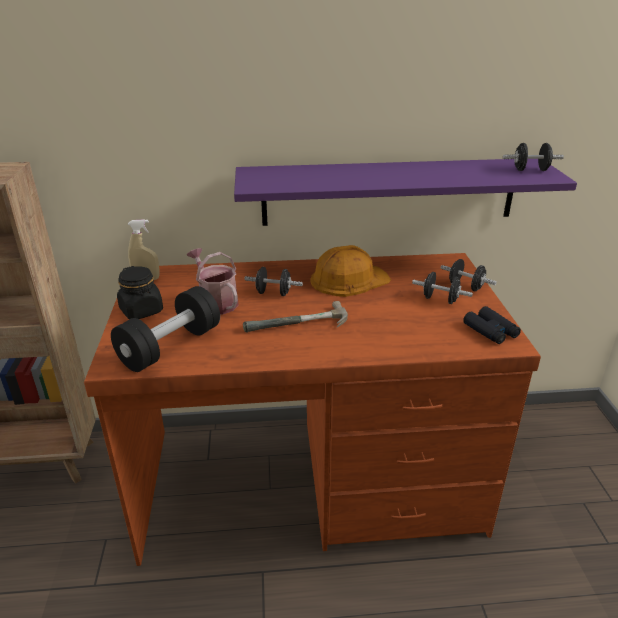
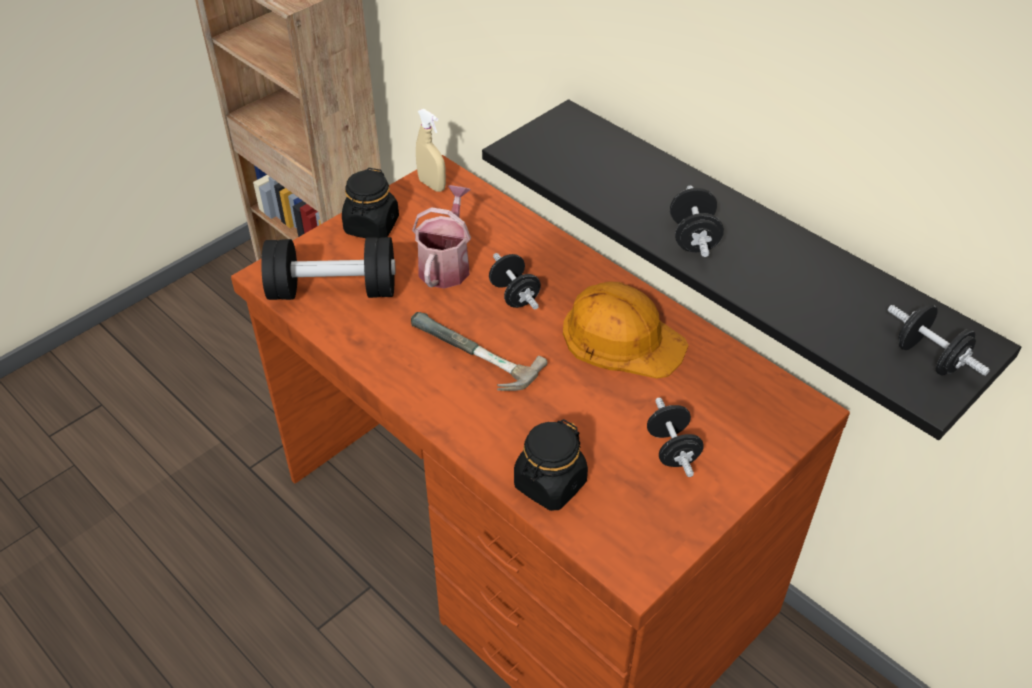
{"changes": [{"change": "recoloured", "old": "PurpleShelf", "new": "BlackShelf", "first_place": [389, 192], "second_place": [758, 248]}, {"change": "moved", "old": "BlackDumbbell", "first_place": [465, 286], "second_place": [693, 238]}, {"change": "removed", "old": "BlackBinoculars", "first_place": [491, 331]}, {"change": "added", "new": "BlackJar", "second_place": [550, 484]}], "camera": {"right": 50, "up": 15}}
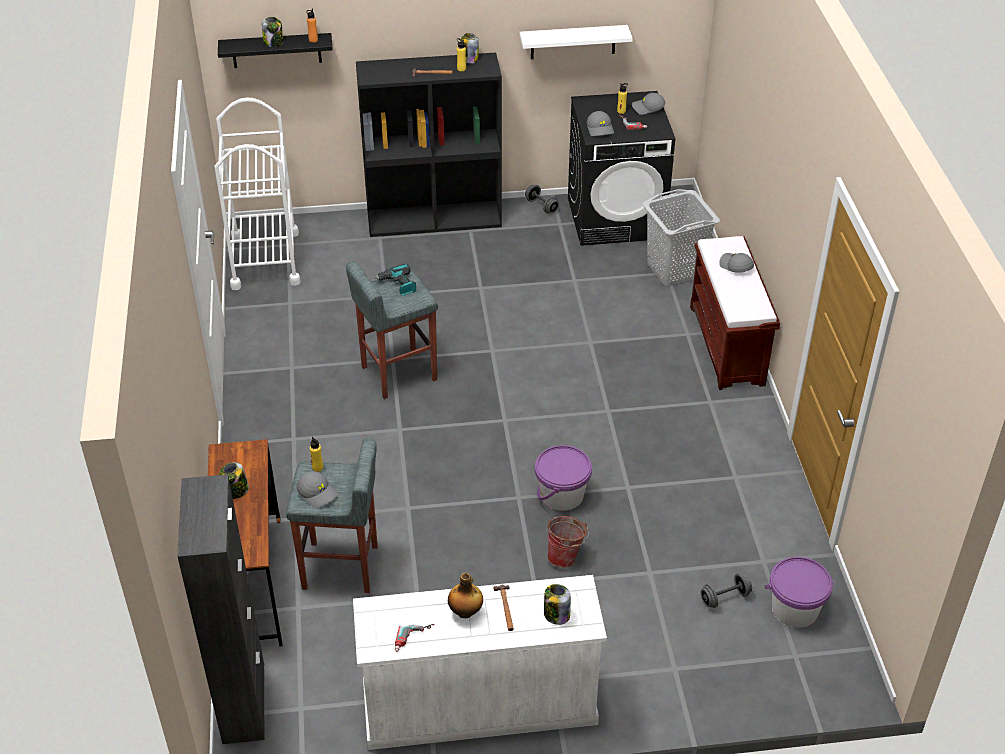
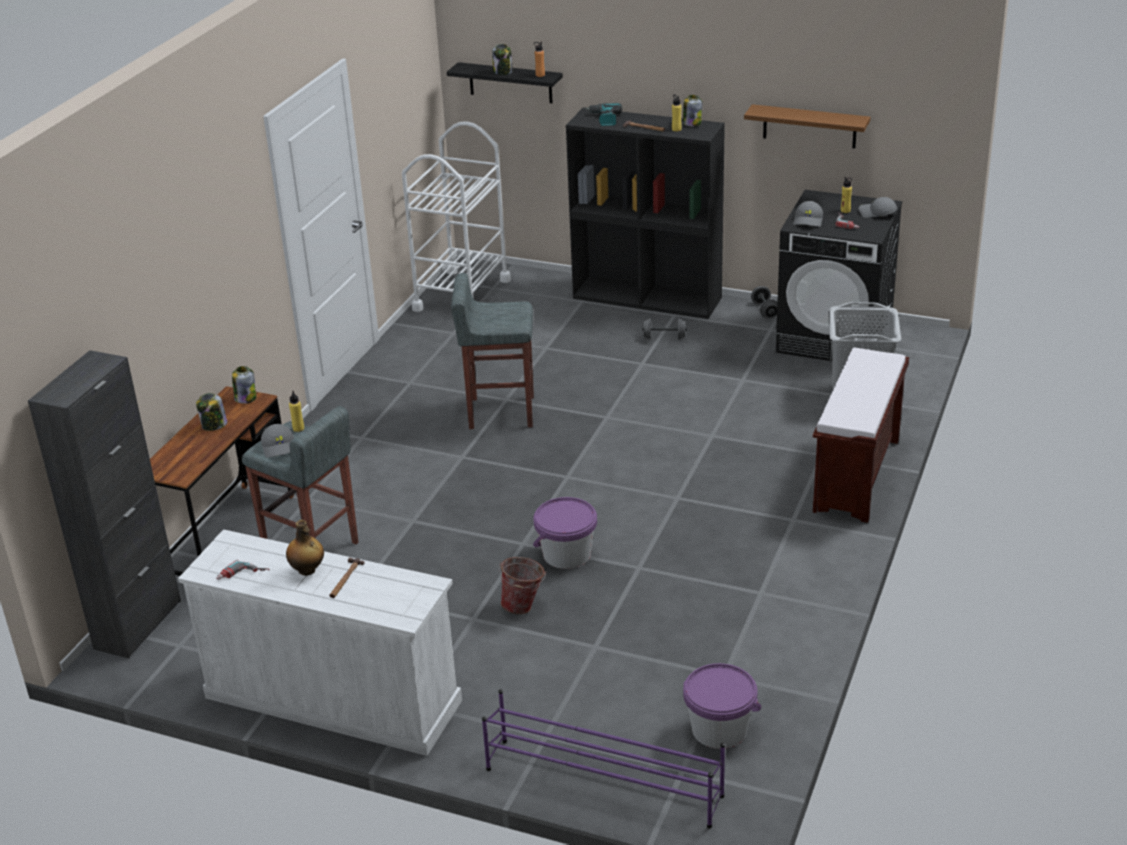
{"changes": [{"change": "recoloured", "old": "WhiteShelf", "new": "BrownShelf", "first_place": [573, 42], "second_place": [809, 126]}, {"change": "removed", "old": "GreyCap", "first_place": [735, 266]}, {"change": "moved", "old": "PowerDrill", "first_place": [398, 285], "second_place": [604, 119]}, {"change": "moved", "old": "GreyDumbbell", "first_place": [725, 598], "second_place": [664, 338]}, {"change": "moved", "old": "Jar", "first_place": [556, 614], "second_place": [245, 398]}, {"change": "added", "new": "PurpleShoeRack", "second_place": [602, 782]}], "camera": {"right": 30, "up": -10}}
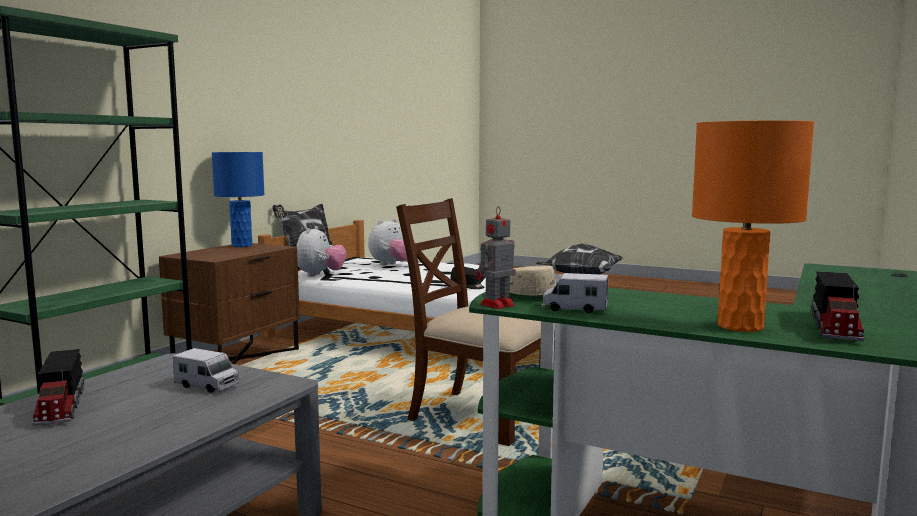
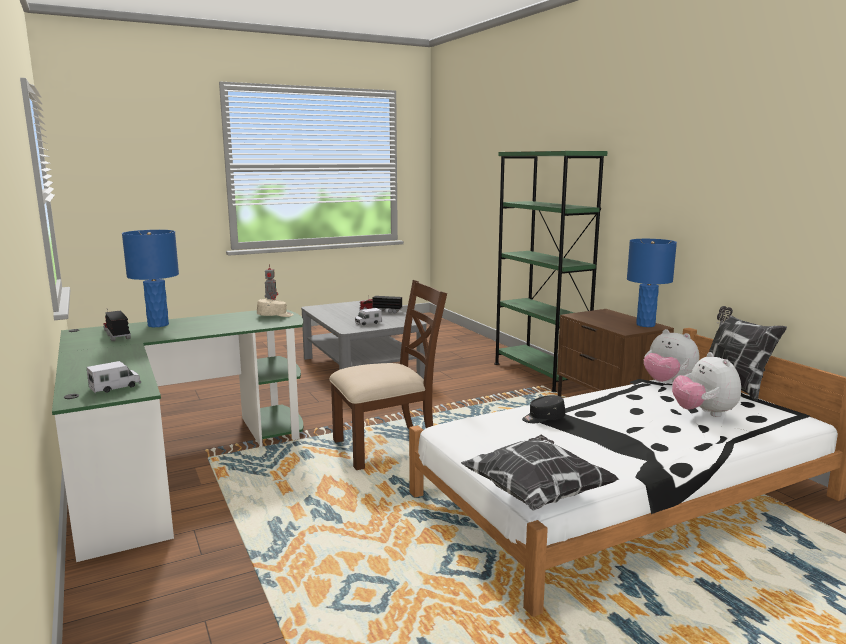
{"changes": [{"change": "recoloured", "old": "OrangeTableLamp", "new": "BlueTableLamp", "first_place": [739, 326], "second_place": [158, 325]}, {"change": "moved", "old": "ToyTruck", "first_place": [574, 309], "second_place": [115, 387]}], "camera": {"right": 125, "up": 5}}
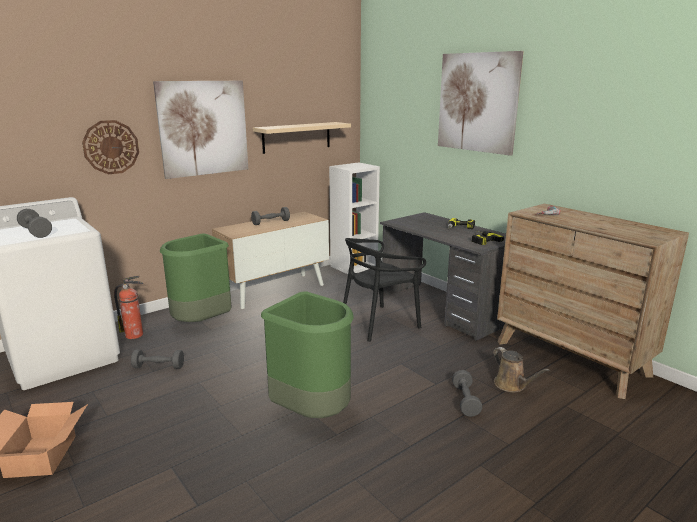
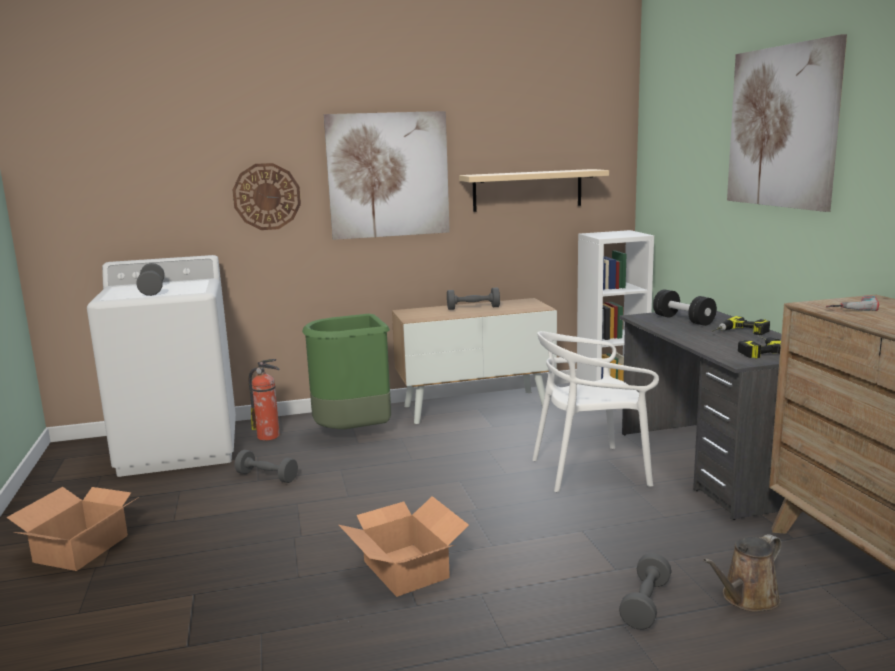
{"changes": [{"change": "recoloured", "old": "BlackChair", "new": "WhiteChair", "first_place": [379, 323], "second_place": [590, 470]}, {"change": "replaced", "old": "GreenTrashCan", "new": "CardboardBox", "first_place": [312, 412], "second_place": [406, 569]}, {"change": "turned", "old": "BrownWateringCan", "first_place": [512, 385], "second_place": [747, 599], "degrees": 60}, {"change": "added", "new": "BlackDumbbell", "second_place": [683, 320]}], "camera": {"right": 25, "up": -5}}
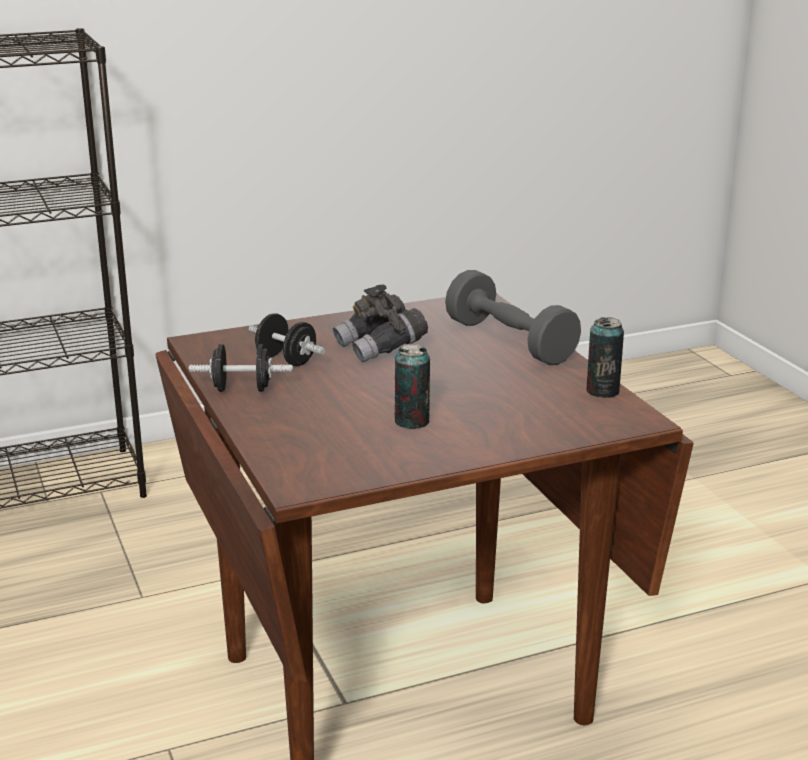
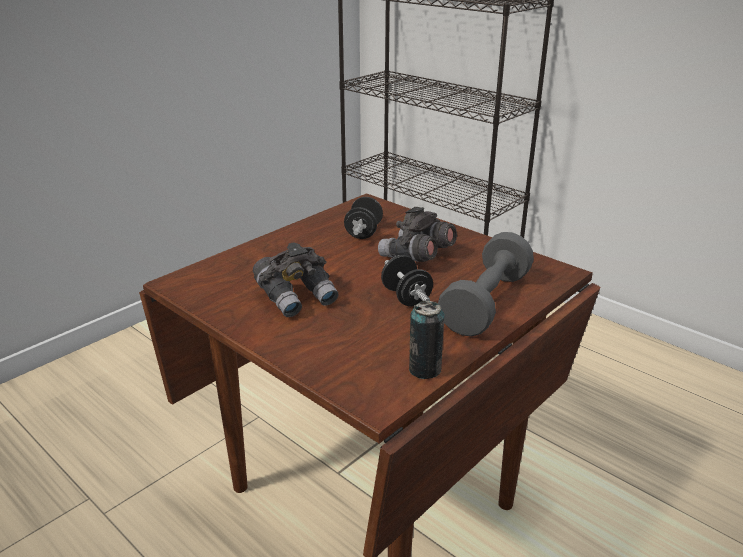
{"changes": [{"change": "moved", "old": "BlackDumbbell", "first_place": [242, 389], "second_place": [406, 297]}, {"change": "replaced", "old": "Can", "new": "GreyBinoculars", "first_place": [412, 422], "second_place": [297, 297]}], "camera": {"right": 65, "up": 5}}
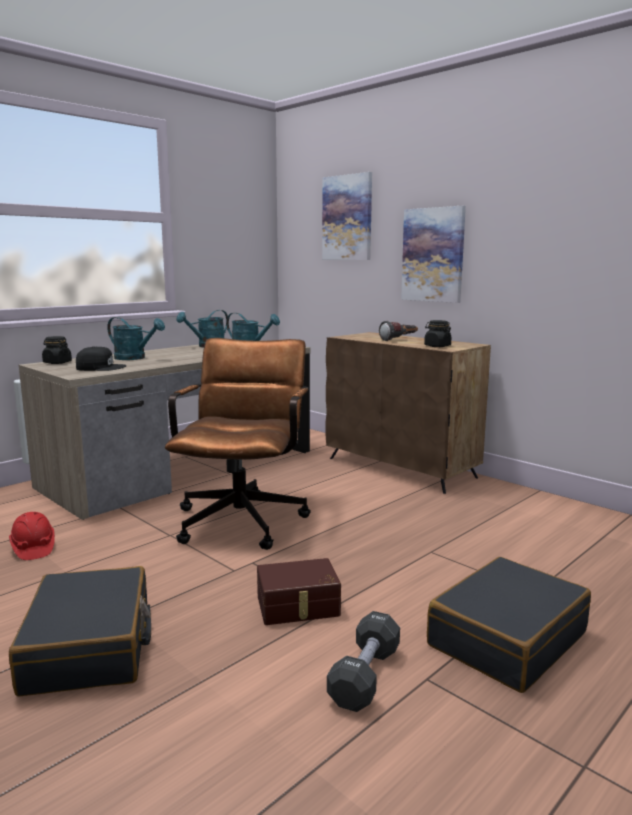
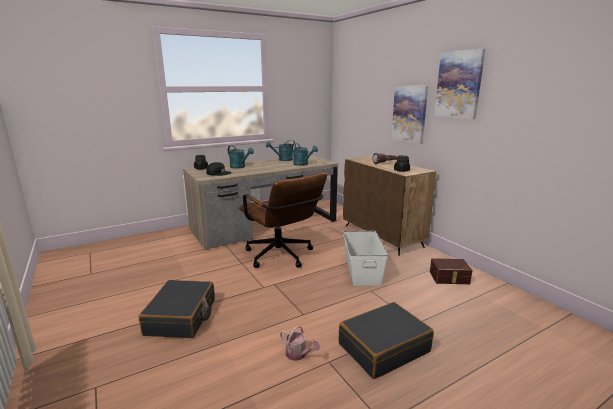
{"changes": [{"change": "moved", "old": "Picture", "first_place": [347, 218], "second_place": [459, 84]}, {"change": "turned", "old": "BrownOfficeChair", "first_place": [244, 517], "second_place": [282, 257], "degrees": 120}, {"change": "removed", "old": "RedHardHat", "first_place": [33, 548]}, {"change": "moved", "old": "BrownStorageBox", "first_place": [298, 607], "second_place": [449, 278]}, {"change": "replaced", "old": "BlackDumbbell", "new": "WateringCan", "first_place": [365, 676], "second_place": [298, 354]}, {"change": "added", "new": "WhiteStorageBox", "second_place": [362, 271]}], "camera": {"right": 15, "up": 5}}
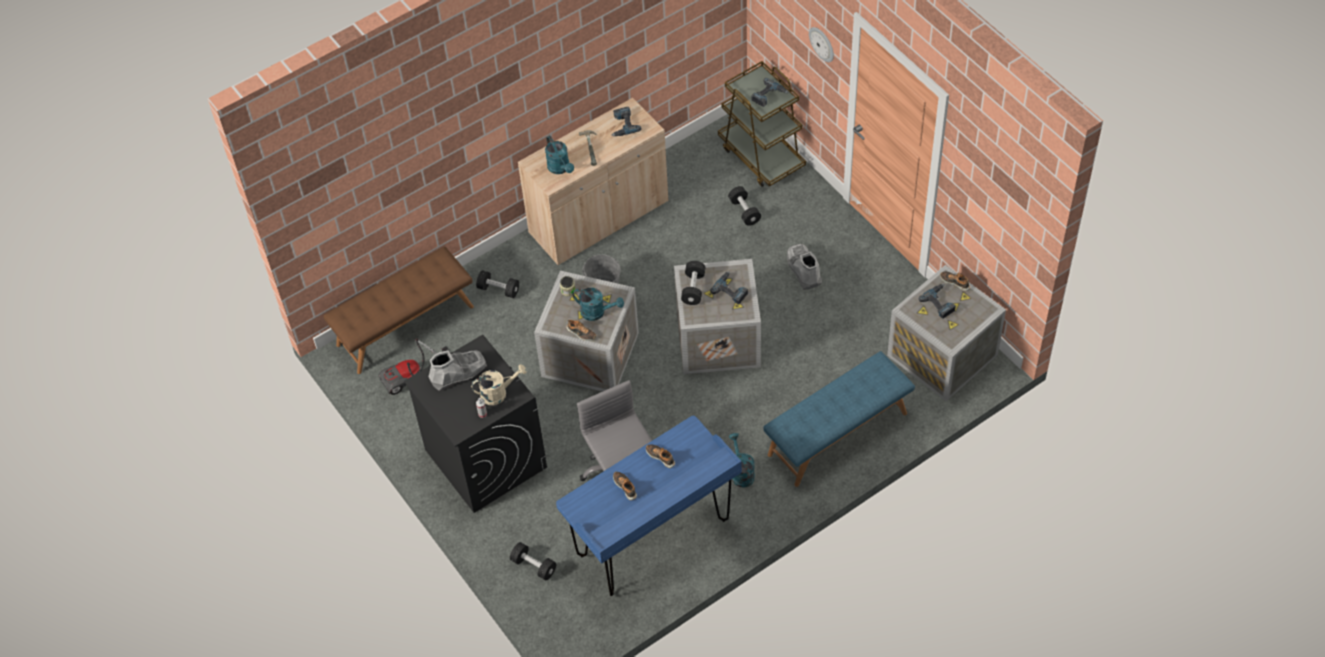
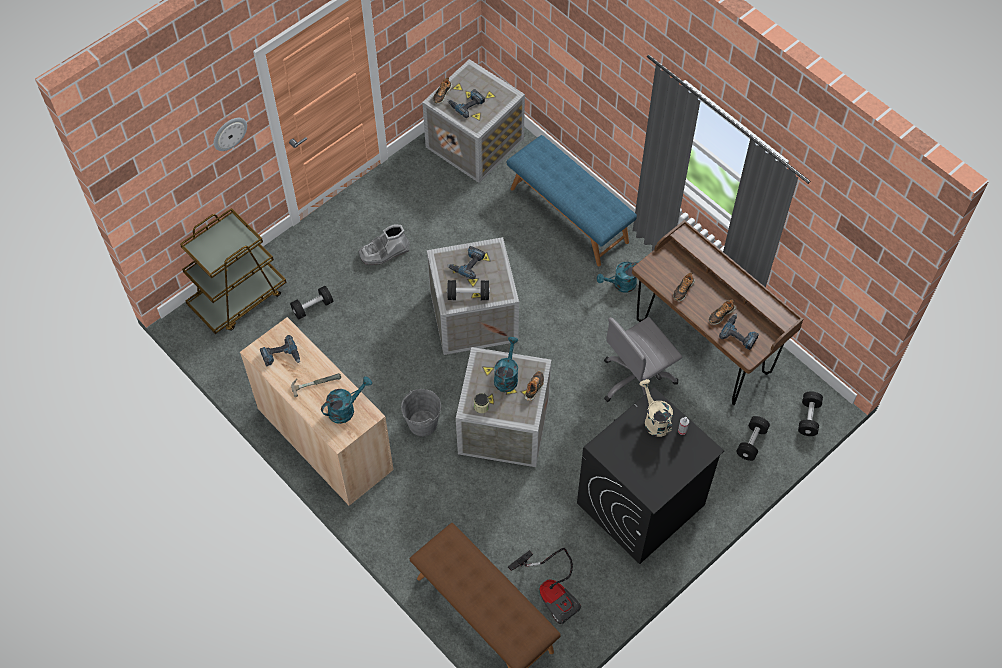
{"changes": [{"change": "moved", "old": "PowerDrill", "first_place": [769, 96], "second_place": [740, 334]}, {"change": "moved", "old": "BlackDumbbell", "first_place": [498, 289], "second_place": [808, 418]}, {"change": "removed", "old": "GreyBoot", "first_place": [458, 373]}, {"change": "recoloured", "old": "BlueDesk", "new": "BrownDesk", "first_place": [653, 539], "second_place": [703, 347]}], "camera": {"right": -100, "up": 5}}
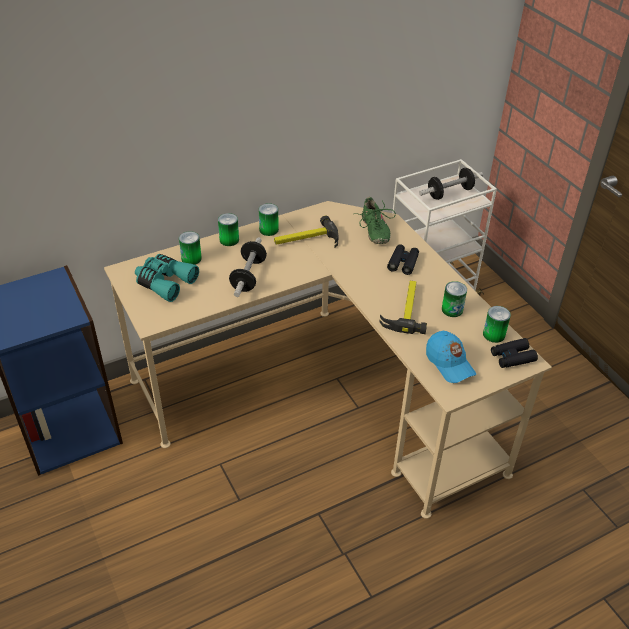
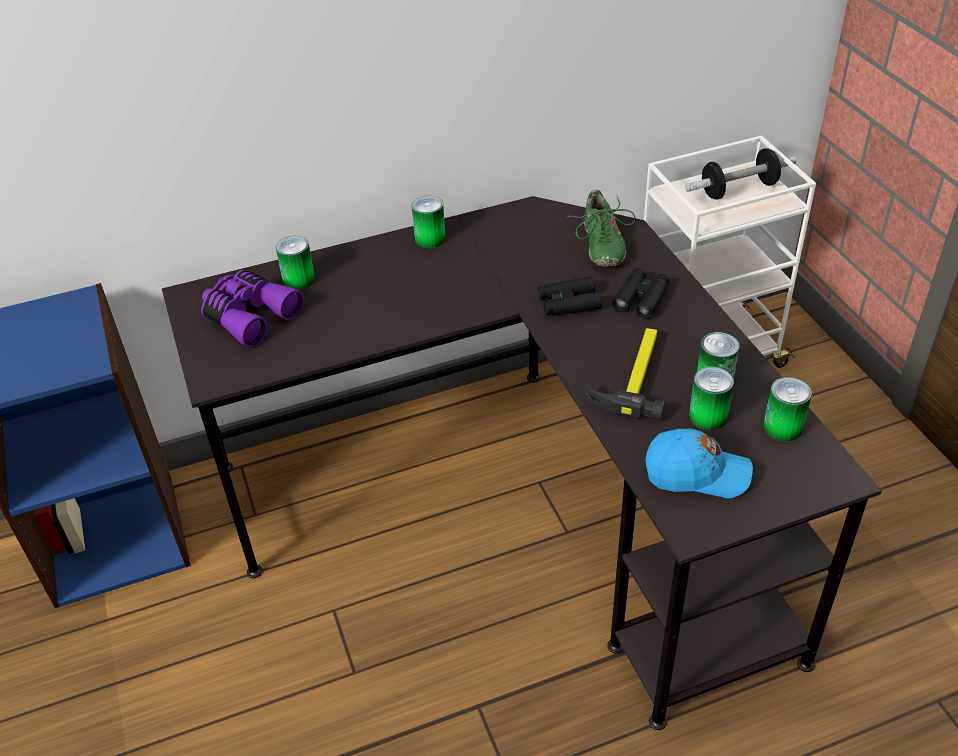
{"changes": [{"change": "recoloured", "old": "BeigeDesk", "new": "BlackDesk", "first_place": [324, 392], "second_place": [516, 504]}, {"change": "moved", "old": "Can", "first_place": [229, 240], "second_place": [708, 416]}, {"change": "removed", "old": "Hammer", "first_place": [306, 240]}, {"change": "removed", "old": "Dumbbell", "first_place": [248, 276]}, {"change": "recoloured", "old": "TurquoiseBinoculars", "new": "PurpleBinoculars", "first_place": [165, 282], "second_place": [249, 315]}, {"change": "turned", "old": "BlueCap", "first_place": [449, 363], "second_place": [697, 474], "degrees": -60}, {"change": "moved", "old": "BlackBinoculars", "first_place": [512, 357], "second_place": [568, 303]}], "camera": {"right": 10, "up": 0}}
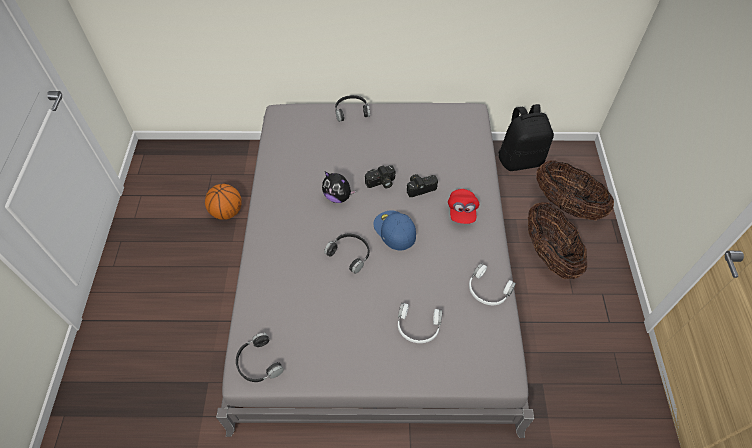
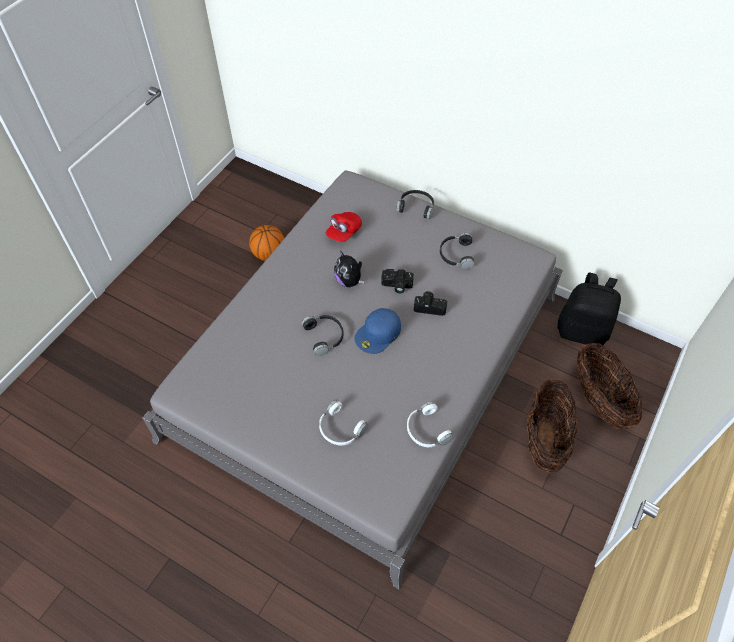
{"changes": [{"change": "moved", "old": "RedCap", "first_place": [462, 211], "second_place": [344, 232]}, {"change": "turned", "old": "BlueCap", "first_place": [394, 230], "second_place": [378, 334], "degrees": -135}, {"change": "moved", "old": "BlackHeadphones", "first_place": [258, 363], "second_place": [455, 255]}], "camera": {"right": 30, "up": 0}}
